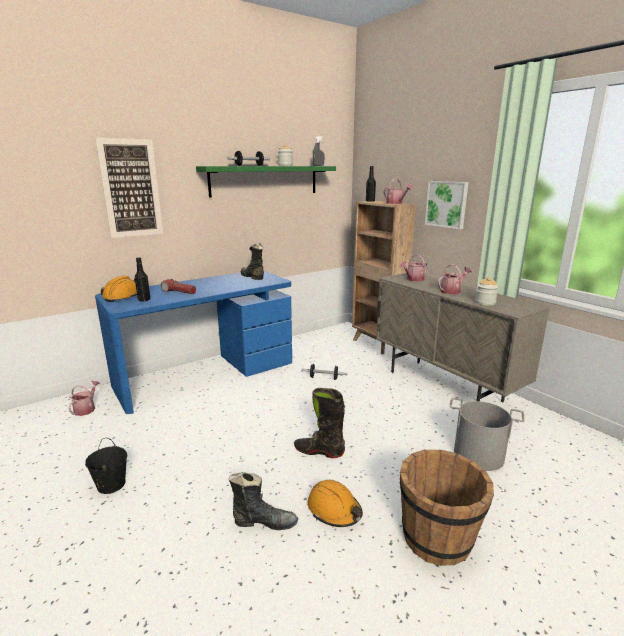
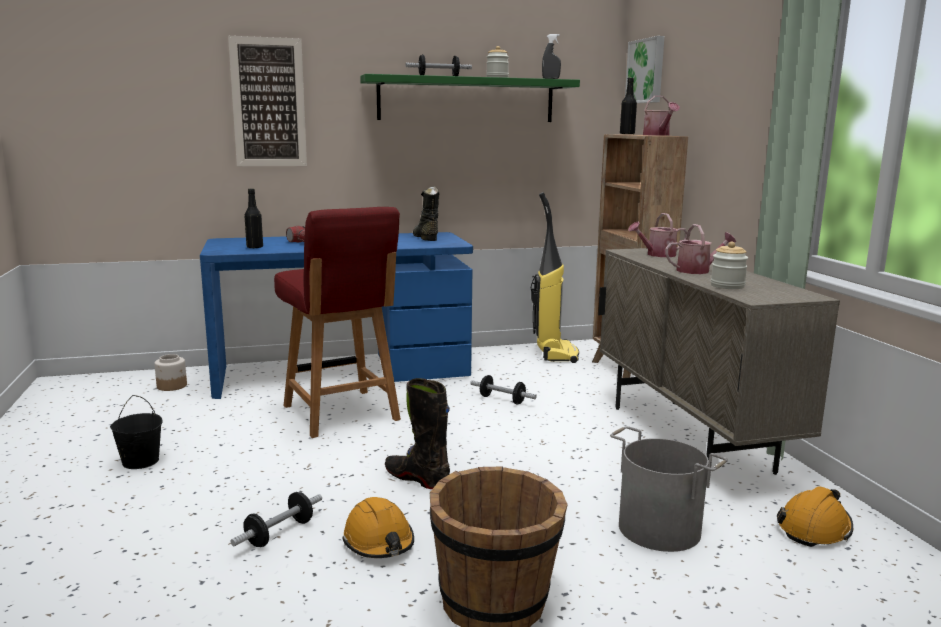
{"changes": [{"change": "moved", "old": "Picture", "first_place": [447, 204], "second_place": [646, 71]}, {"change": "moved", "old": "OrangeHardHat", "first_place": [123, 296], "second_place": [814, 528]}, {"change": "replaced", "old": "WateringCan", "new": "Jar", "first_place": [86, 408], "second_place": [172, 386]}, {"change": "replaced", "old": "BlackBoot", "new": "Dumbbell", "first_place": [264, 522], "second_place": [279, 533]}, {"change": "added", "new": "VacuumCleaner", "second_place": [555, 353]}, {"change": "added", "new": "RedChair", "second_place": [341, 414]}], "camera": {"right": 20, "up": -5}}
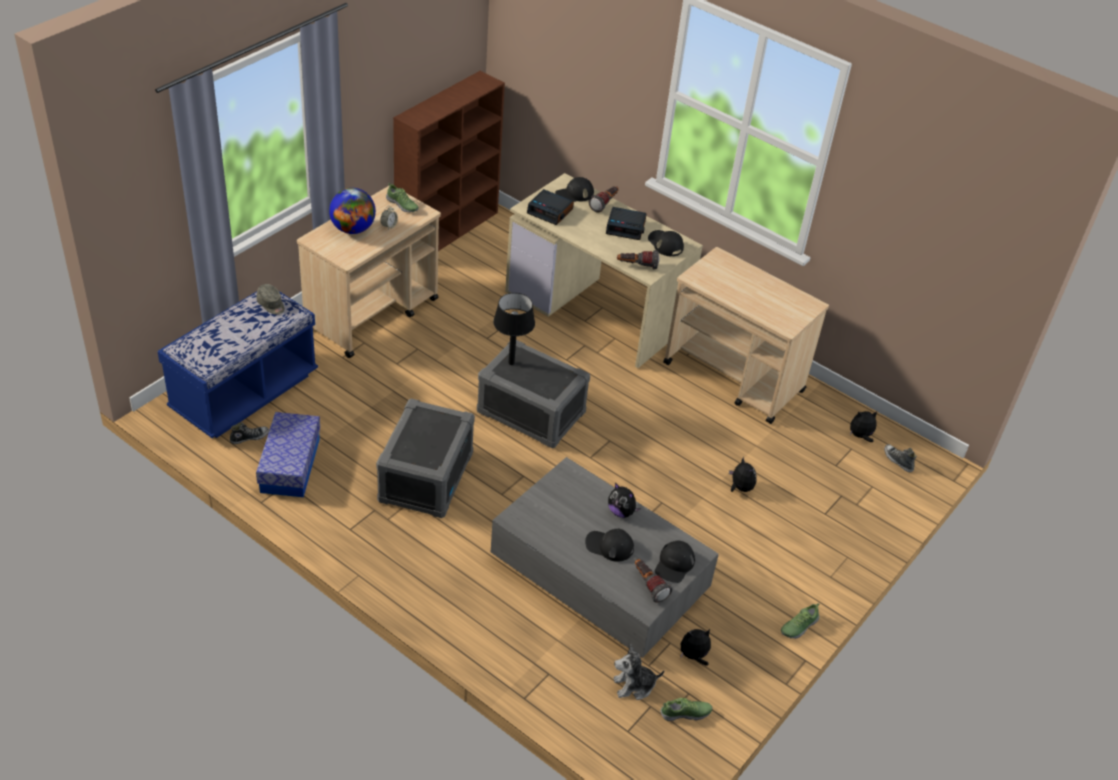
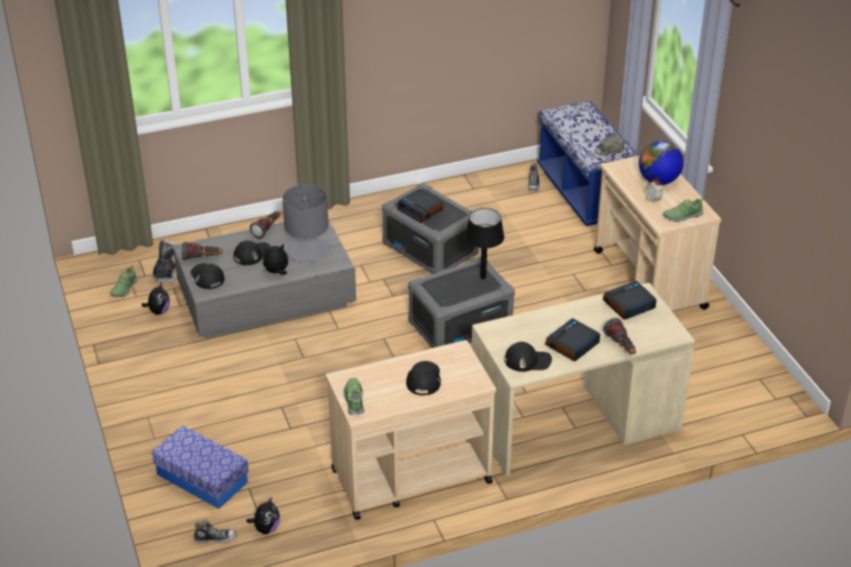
{"changes": [{"change": "removed", "old": "BrownBookcase", "first_place": [448, 230]}, {"change": "moved", "old": "BlackCap", "first_place": [574, 194], "second_place": [424, 379]}, {"change": "moved", "old": "Flashlight", "first_place": [637, 266], "second_place": [268, 229]}, {"change": "moved", "old": "StorageBox", "first_place": [290, 465], "second_place": [202, 478]}, {"change": "removed", "old": "PlushToy", "first_place": [740, 488]}, {"change": "moved", "old": "Shoe", "first_place": [798, 626], "second_place": [354, 400]}, {"change": "added", "new": "GreyTableLamp", "second_place": [308, 250]}, {"change": "added", "new": "AlarmClock", "second_place": [421, 210]}], "camera": {"right": 125, "up": -5}}
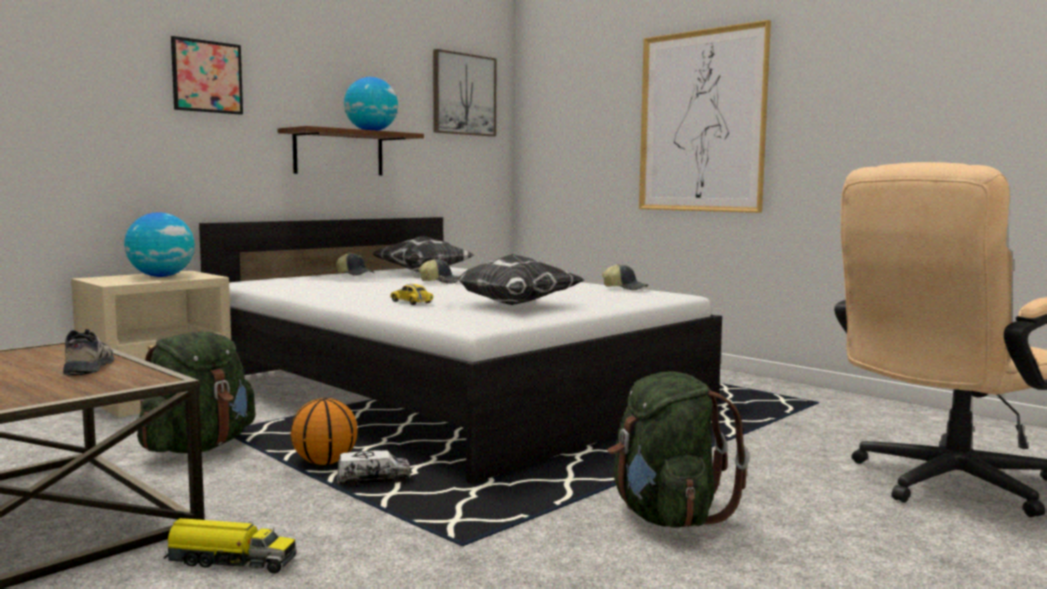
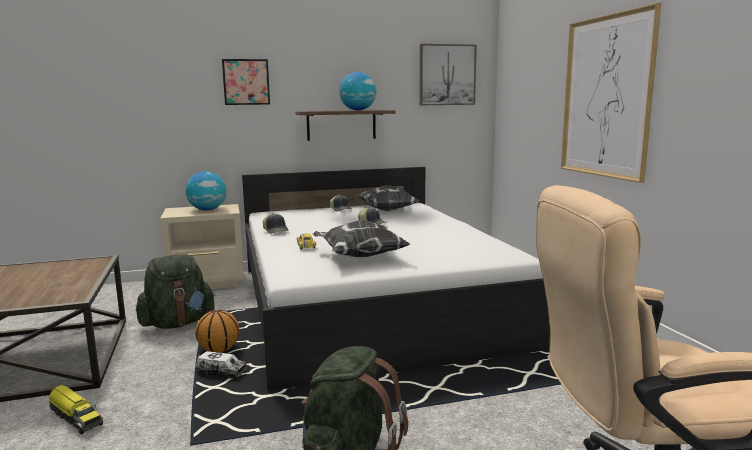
{"changes": [{"change": "moved", "old": "Cap", "first_place": [625, 288], "second_place": [276, 231]}, {"change": "removed", "old": "Shoe", "first_place": [90, 365]}], "camera": {"right": 30, "up": 5}}
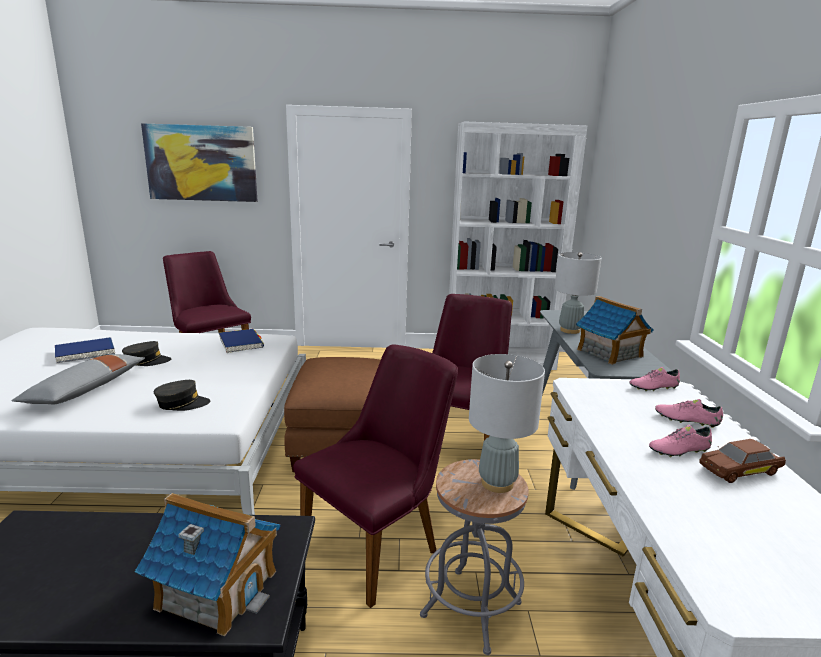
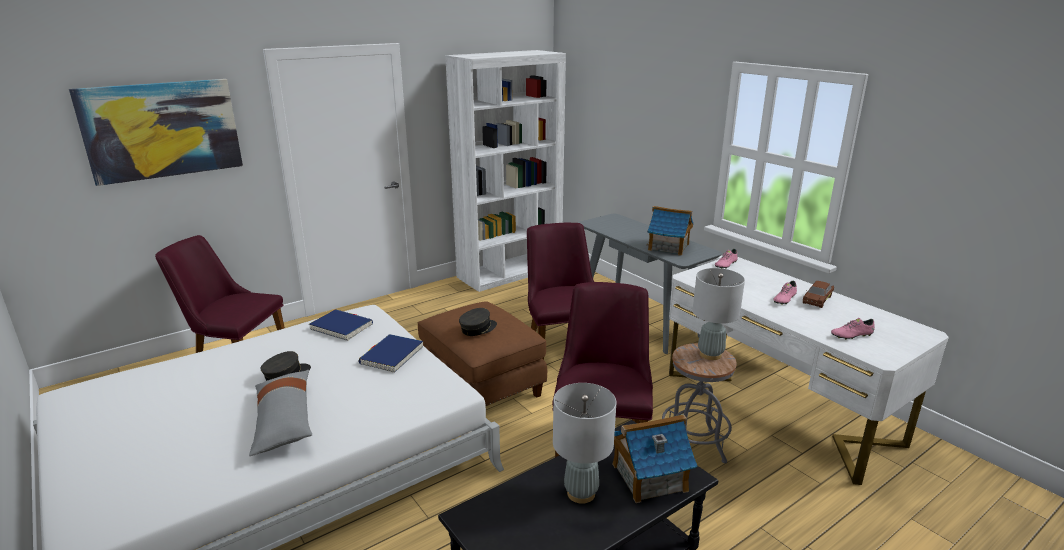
{"changes": [{"change": "moved", "old": "GreyTableLamp", "first_place": [569, 330], "second_place": [581, 493]}, {"change": "moved", "old": "BlueBook", "first_place": [85, 352], "second_place": [392, 355]}, {"change": "moved", "old": "GreyCap", "first_place": [182, 403], "second_place": [478, 328]}, {"change": "moved", "old": "PinkShoe", "first_place": [686, 420], "second_place": [851, 335]}], "camera": {"right": -35, "up": 5}}
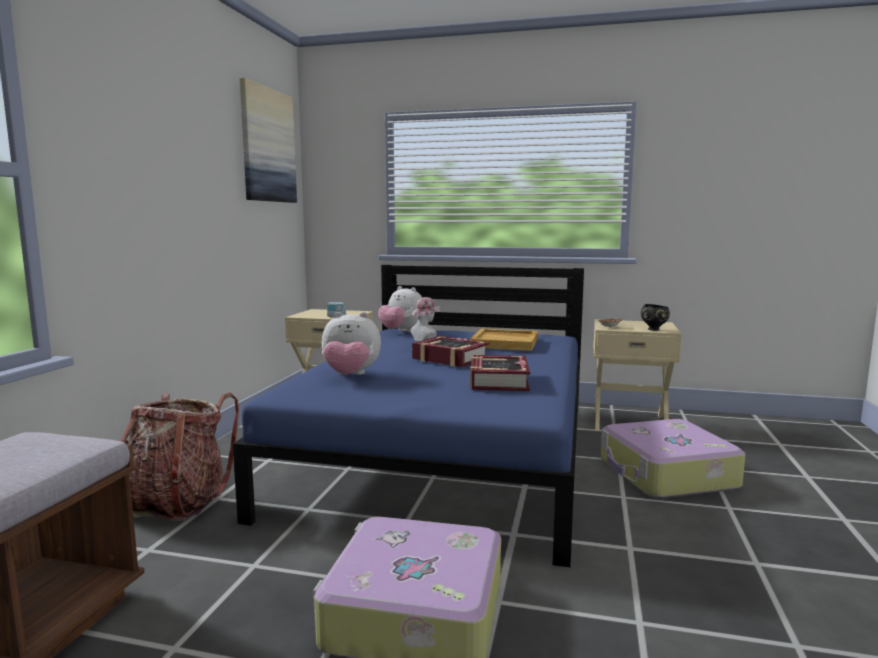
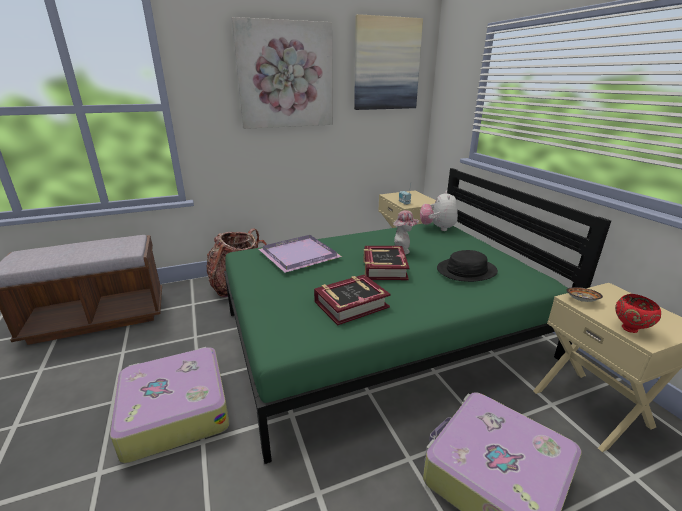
{"changes": [{"change": "recoloured", "old": "BlueBed", "new": "GreenBed", "first_place": [447, 454], "second_place": [382, 335]}, {"change": "recoloured", "old": "BlackBowl", "new": "RedBowl", "first_place": [654, 329], "second_place": [630, 329]}, {"change": "replaced", "old": "PlushToy", "new": "PurpleTray", "first_place": [350, 376], "second_place": [301, 255]}, {"change": "replaced", "old": "BeigeTray", "new": "BlackHat", "first_place": [505, 343], "second_place": [466, 270]}, {"change": "added", "new": "Picture", "second_place": [286, 76]}], "camera": {"right": 55, "up": 15}}
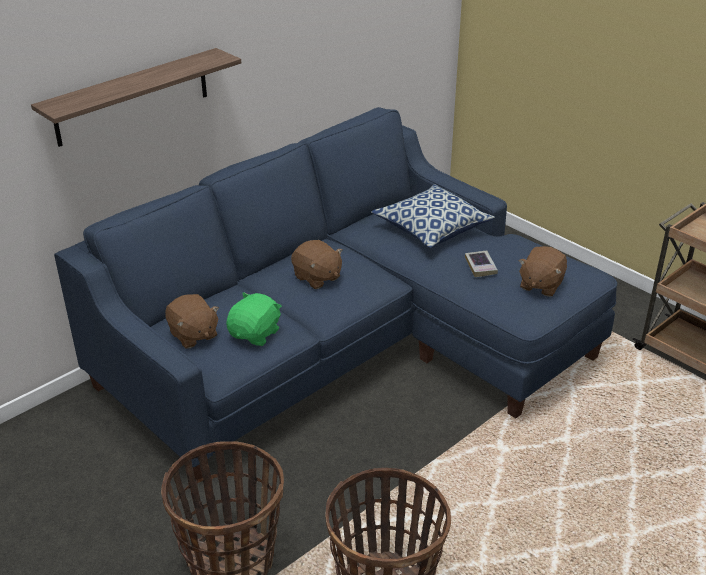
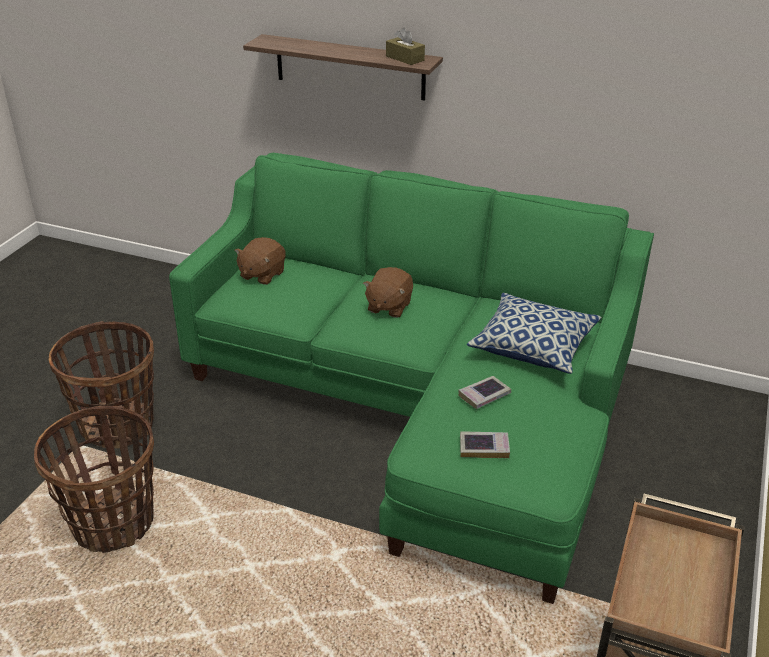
{"changes": [{"change": "recoloured", "old": "BlueSofa", "new": "GreenSofa", "first_place": [348, 346], "second_place": [422, 403]}, {"change": "replaced", "old": "BrownPlushToy", "new": "Book", "first_place": [540, 285], "second_place": [484, 447]}, {"change": "removed", "old": "GreenPlushToy", "first_place": [255, 334]}, {"change": "added", "new": "BrownTissueBox", "second_place": [405, 58]}], "camera": {"right": 65, "up": 0}}
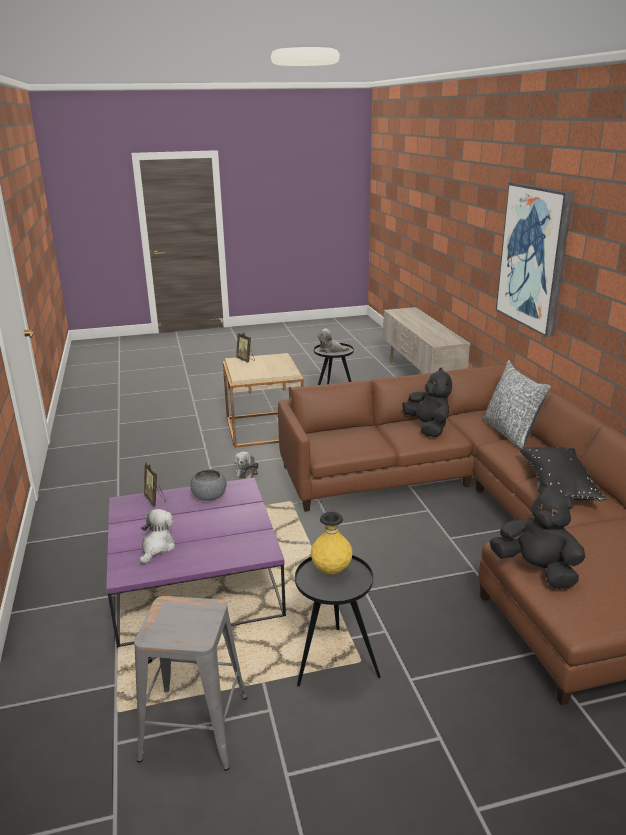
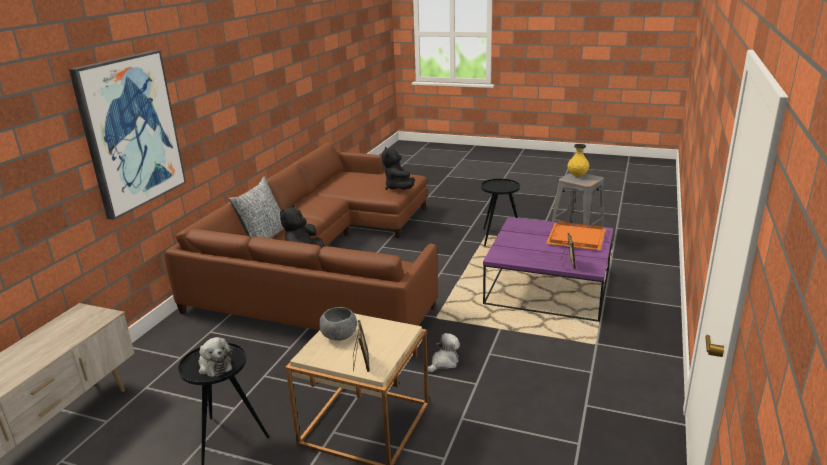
{"changes": [{"change": "removed", "old": "BlackPillow", "first_place": [557, 486]}, {"change": "moved", "old": "GreyBowl", "first_place": [209, 496], "second_place": [339, 336]}, {"change": "replaced", "old": "PlushToy", "new": "OrangeTray", "first_place": [157, 547], "second_place": [577, 238]}, {"change": "moved", "old": "YellowVase", "first_place": [331, 571], "second_place": [577, 176]}], "camera": {"right": -145, "up": 0}}
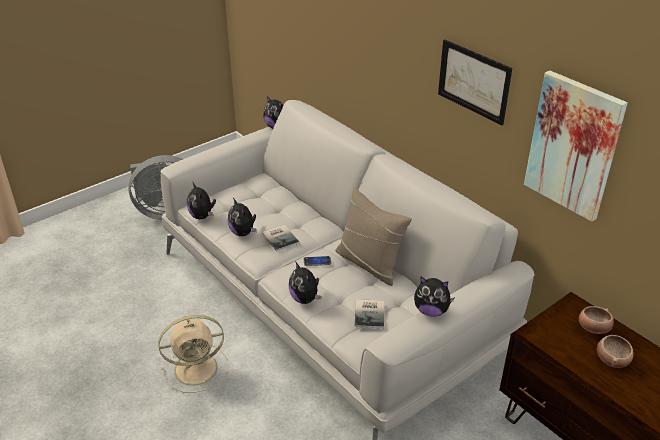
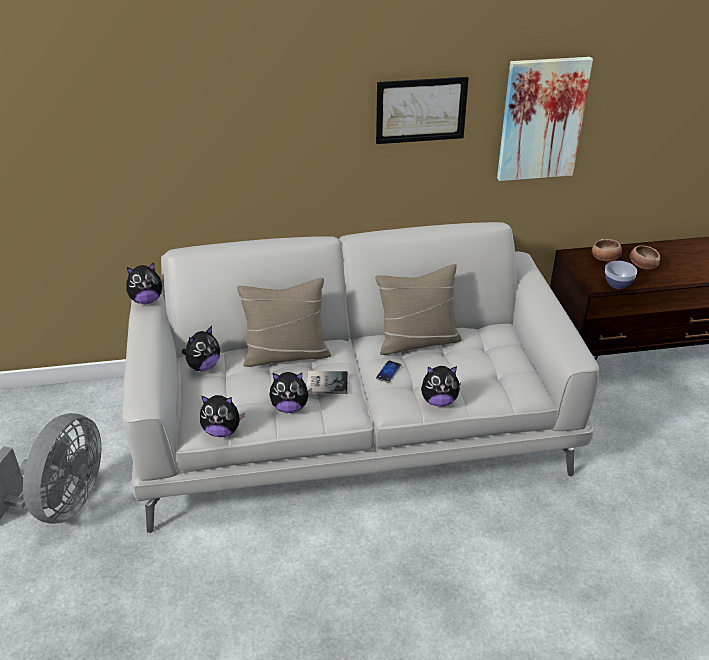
{"changes": [{"change": "moved", "old": "PlushToy", "first_place": [431, 311], "second_place": [203, 366]}, {"change": "removed", "old": "Book", "first_place": [370, 313]}, {"change": "removed", "old": "BeigeFan", "first_place": [198, 368]}, {"change": "added", "new": "Bowl", "second_place": [617, 284]}, {"change": "added", "new": "BeigePillow", "second_place": [286, 355]}], "camera": {"right": -60, "up": 0}}
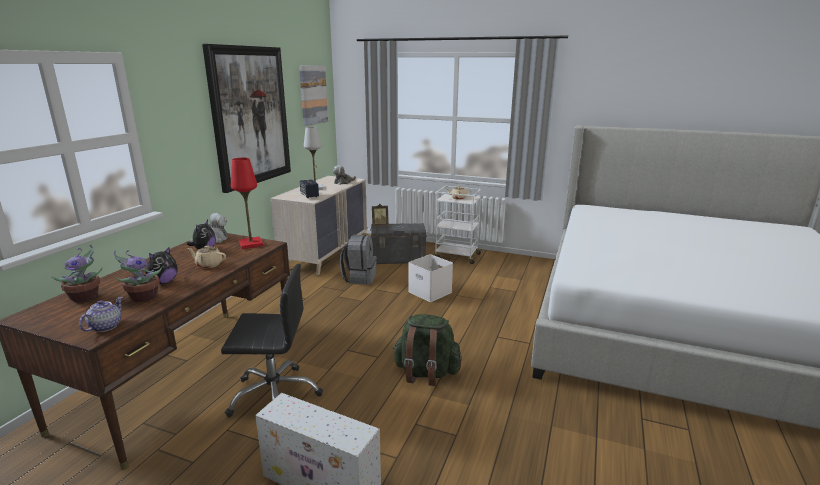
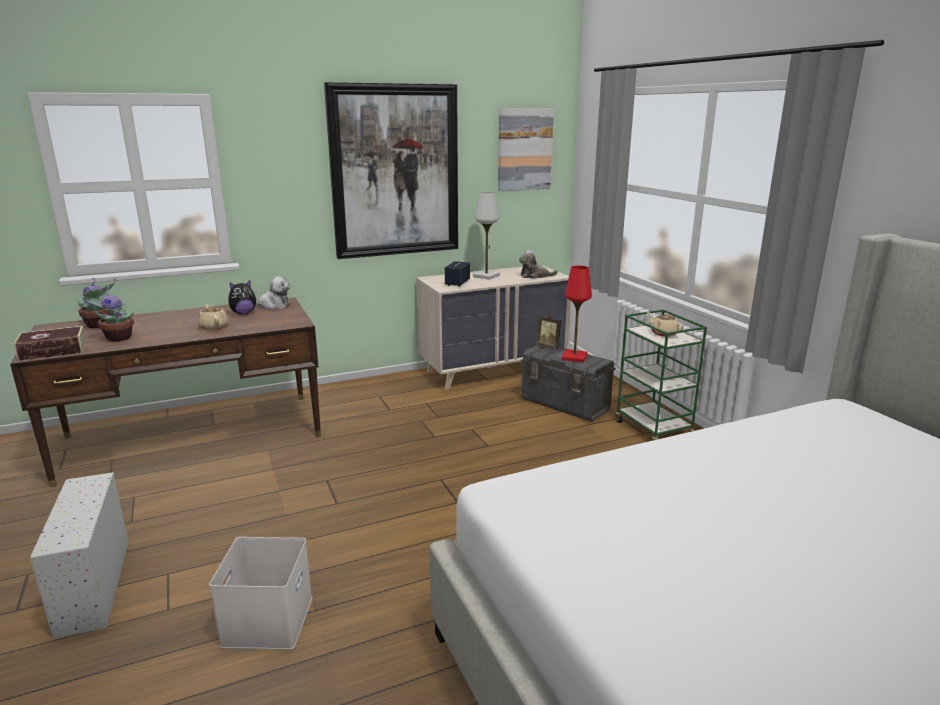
{"changes": [{"change": "moved", "old": "RedTableLamp", "first_place": [251, 244], "second_place": [574, 357]}, {"change": "recoloured", "old": "WhiteCart", "new": "GreenCart", "first_place": [456, 256], "second_place": [653, 429]}, {"change": "removed", "old": "GreyBackpack", "first_place": [359, 278]}, {"change": "removed", "old": "PlushToy", "first_place": [164, 282]}, {"change": "moved", "old": "WhiteStorageBox", "first_place": [429, 292], "second_place": [267, 619]}, {"change": "removed", "old": "BlackOfficeChair", "first_place": [274, 395]}, {"change": "replaced", "old": "Teapot", "new": "Book", "first_place": [105, 326], "second_place": [53, 351]}, {"change": "removed", "old": "GreenBackpack", "first_place": [426, 373]}], "camera": {"right": 45, "up": 0}}
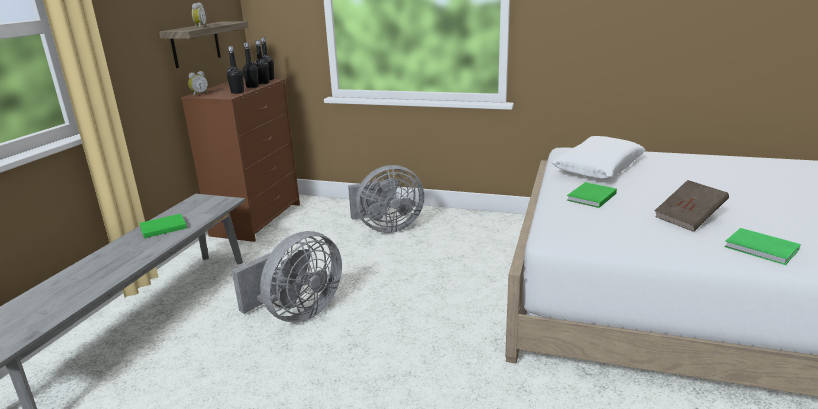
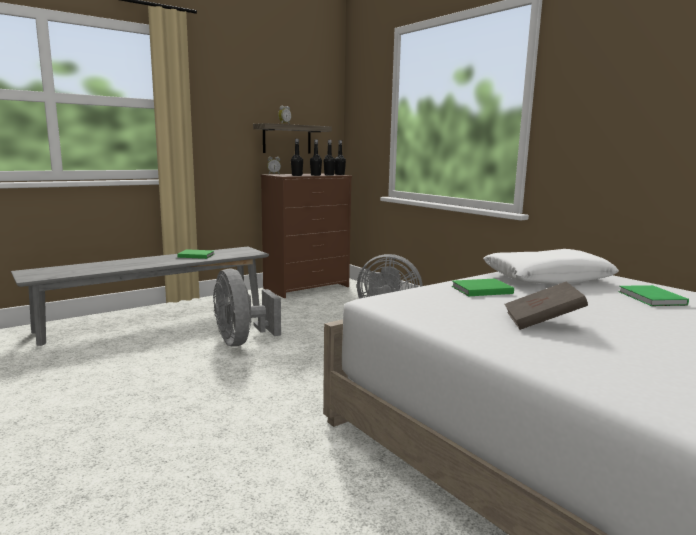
{"changes": [{"change": "moved", "old": "GreenBook", "first_place": [762, 249], "second_place": [651, 298]}, {"change": "turned", "old": "GreyFan", "first_place": [297, 313], "second_place": [242, 341], "degrees": 75}], "camera": {"right": 35, "up": -10}}
